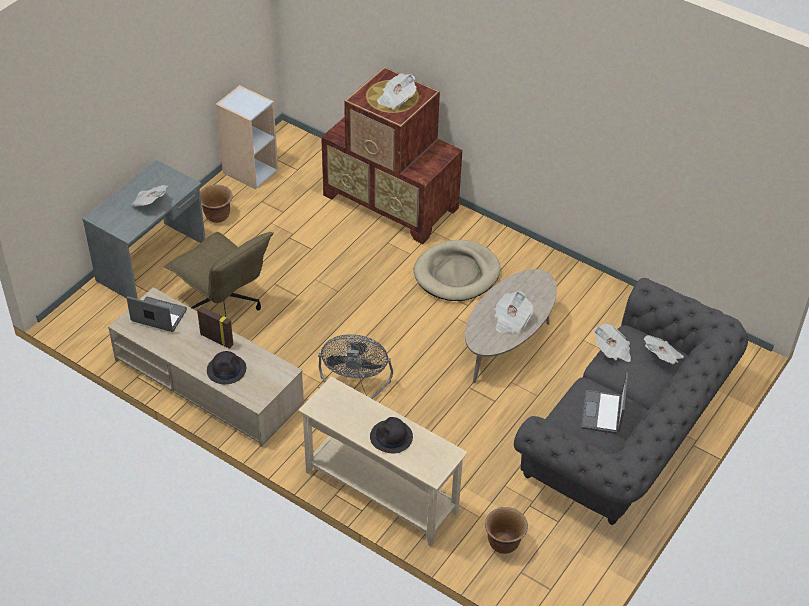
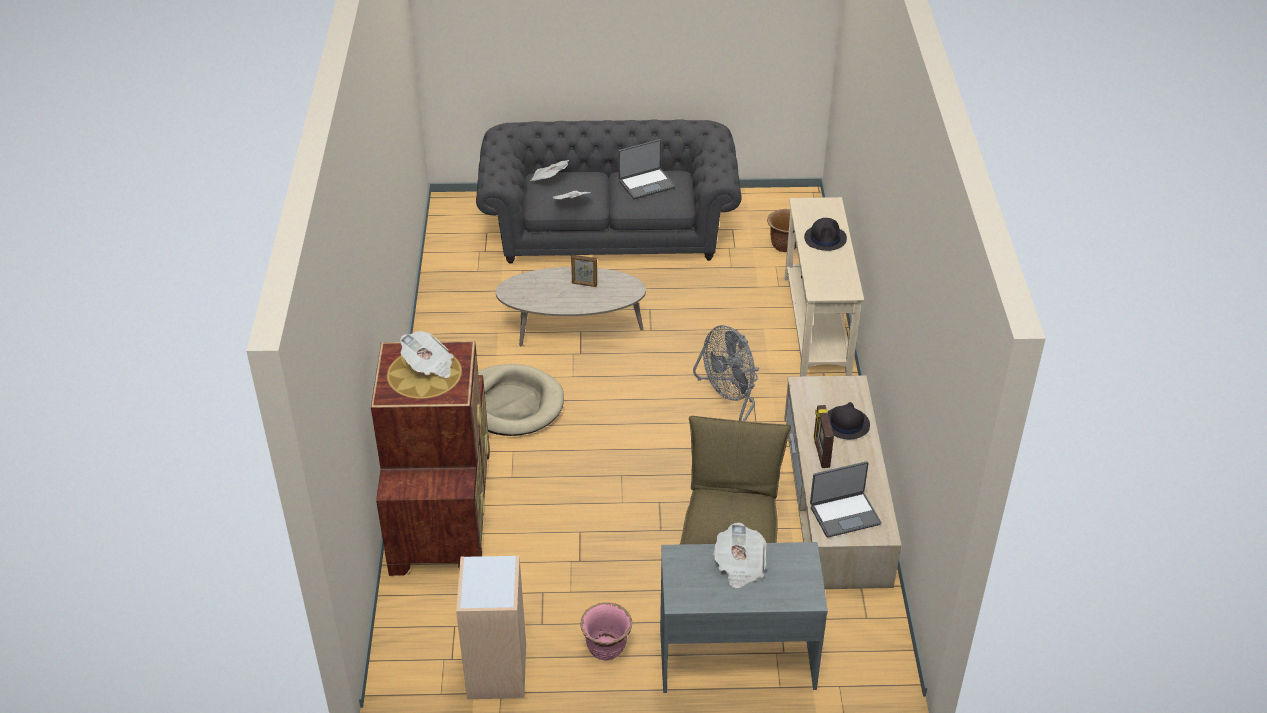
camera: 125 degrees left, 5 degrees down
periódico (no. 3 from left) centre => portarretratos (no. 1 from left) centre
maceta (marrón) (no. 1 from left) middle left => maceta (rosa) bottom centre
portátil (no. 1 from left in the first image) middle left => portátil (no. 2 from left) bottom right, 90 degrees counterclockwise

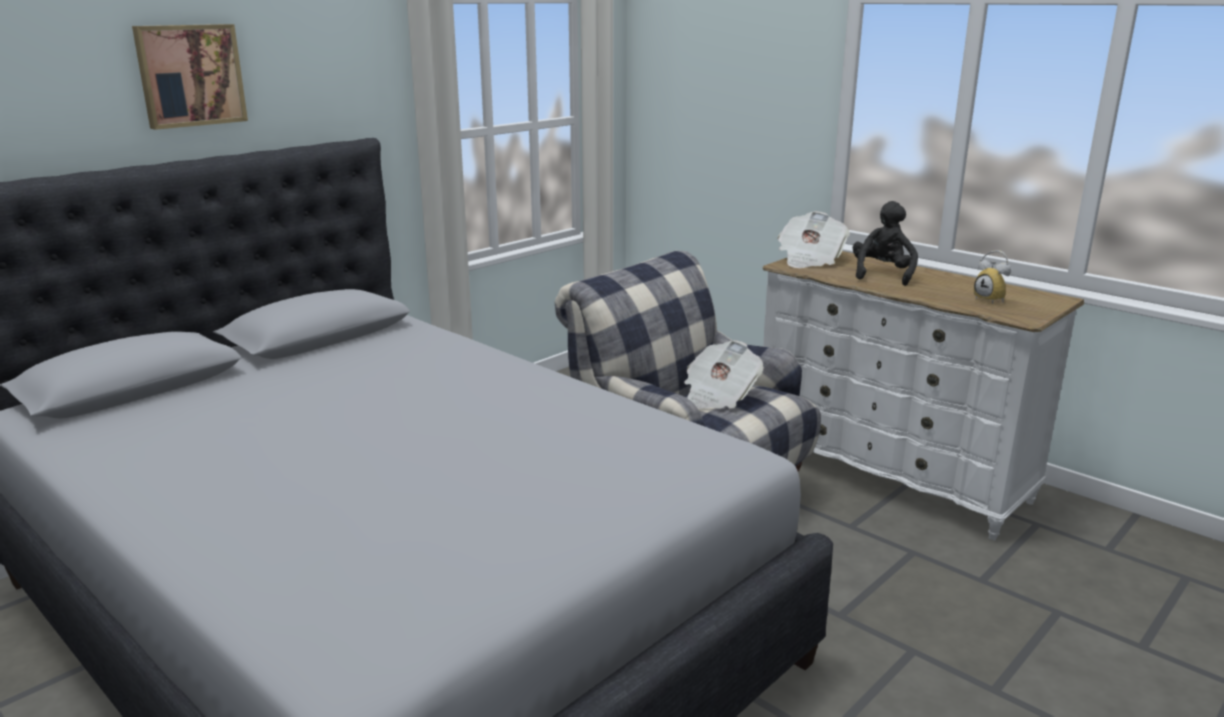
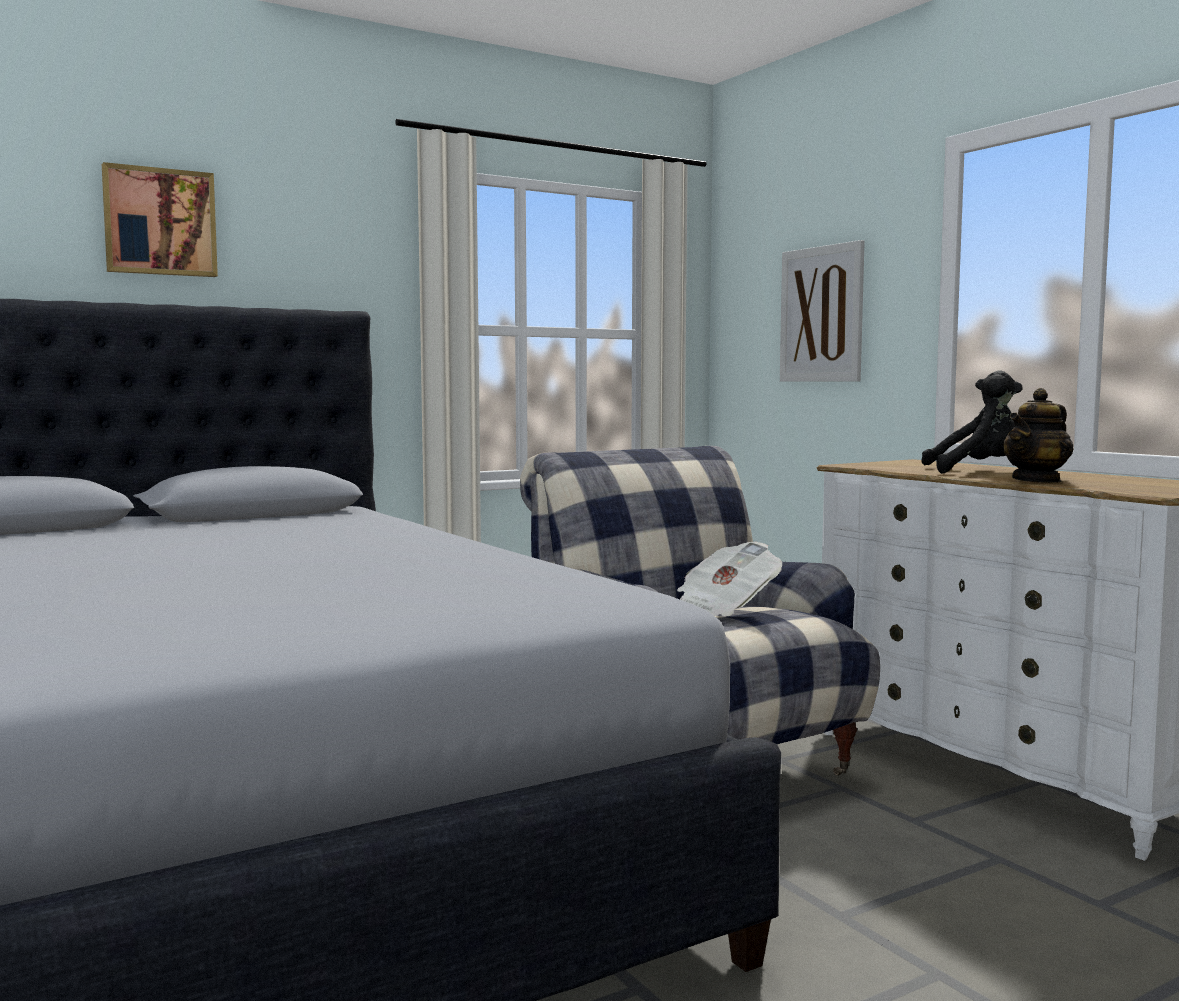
camera: 15 degrees right, 15 degrees down
nothing => cuadro (no. 2 from left) top right
peluche (negro) middle right, 60 degrees clockwise
nothing => tetera middle right
periódico (no. 2 from left) centre => nothing
despertador middle right => nothing

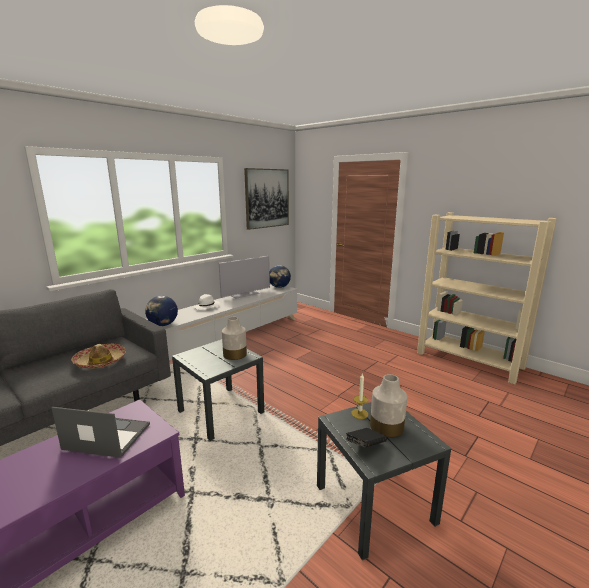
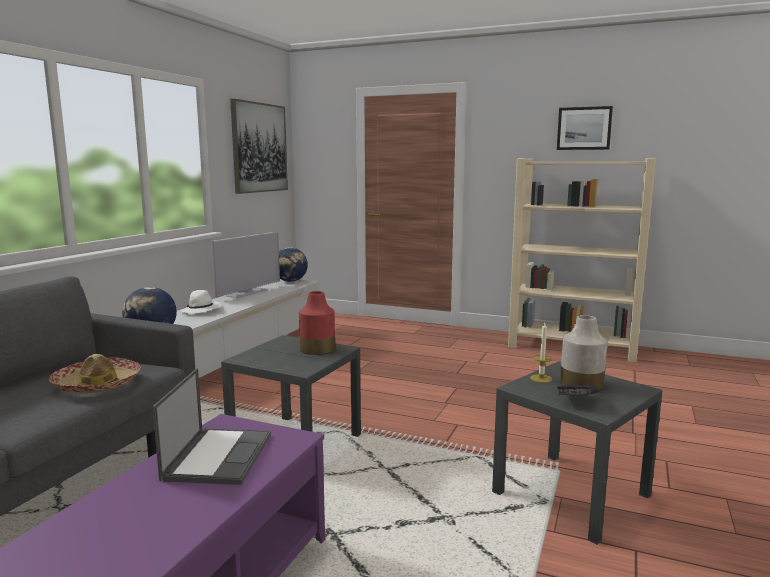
camera: 20 degrees left, 5 degrees down
portátil bottom left, 105 degrees clockwise
florero (beis) (no. 1 from left) centre => florero (rojo) centre
nothing => cuadro (no. 2 from left) top right

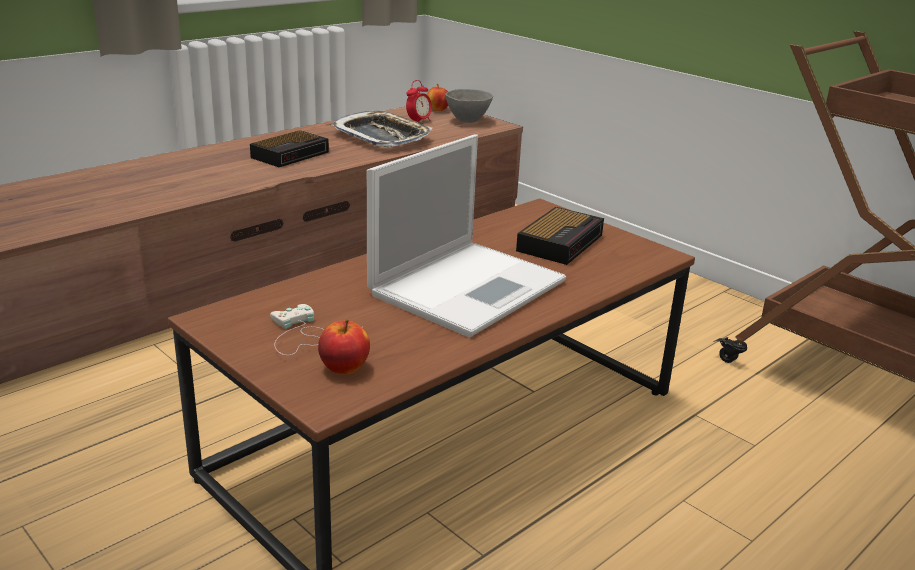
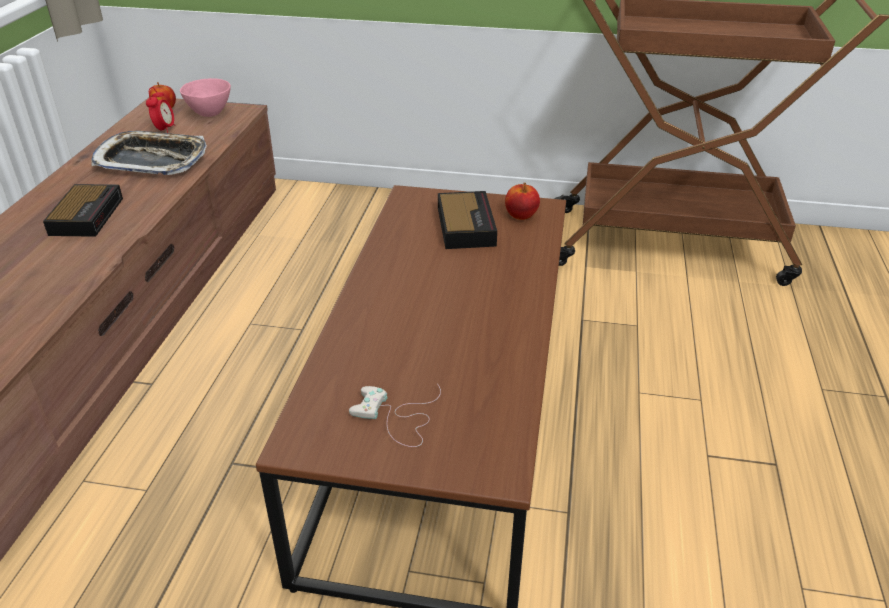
camera: 35 degrees left, 10 degrees up
cuenco (gris) top centre => cuenco (rosa) top left
manzana (no. 1 from left in the first image) centre => manzana (no. 2 from left) top centre, relocated
portátil centre => nothing

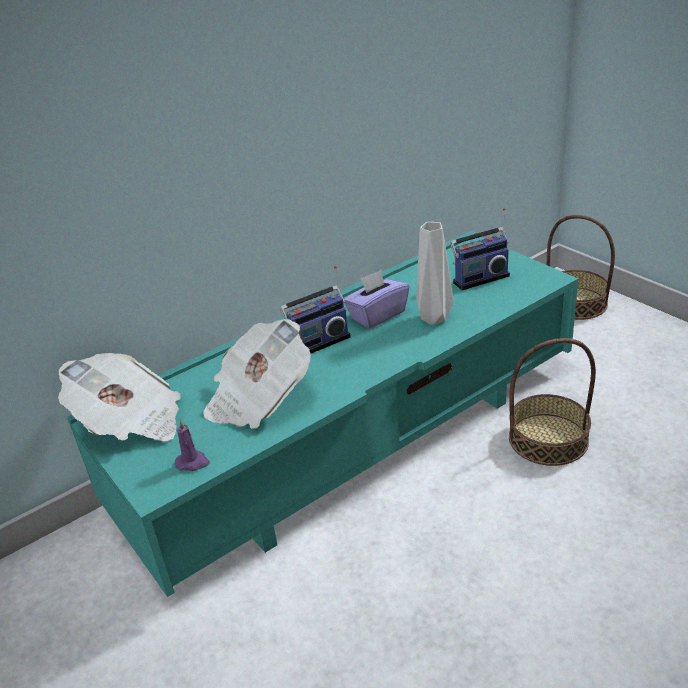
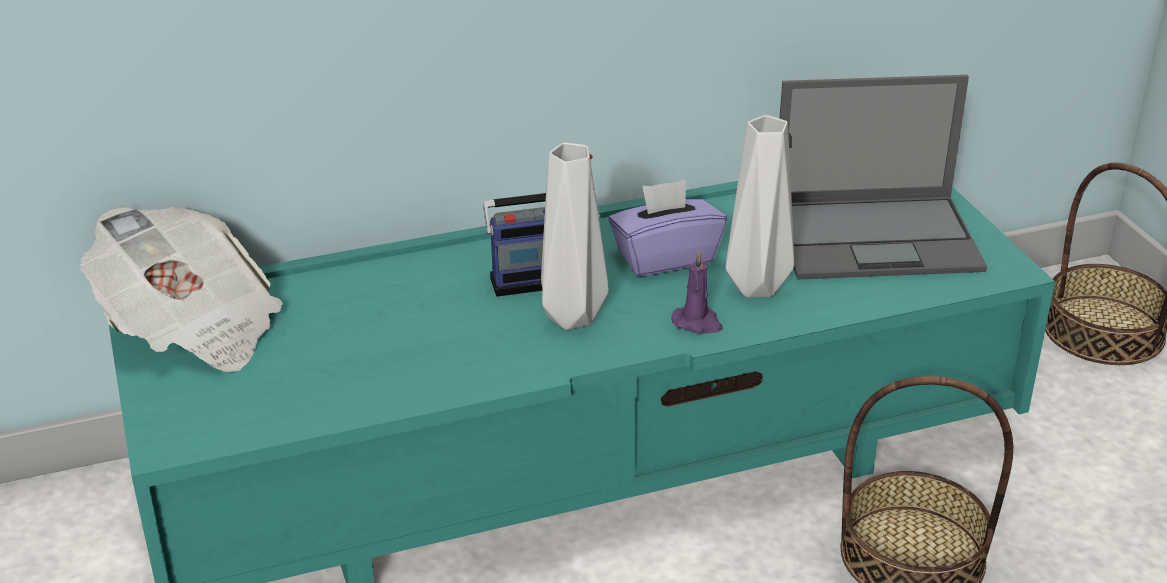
camera: 15 degrees right, 0 degrees up
nothing => florero (gris) (no. 1 from left) centre
vela (morado) middle left => vela (morado) centre, relocated
radio (no. 2 from left) middle right => portátil top right
periódico (no. 2 from left) centre => nothing

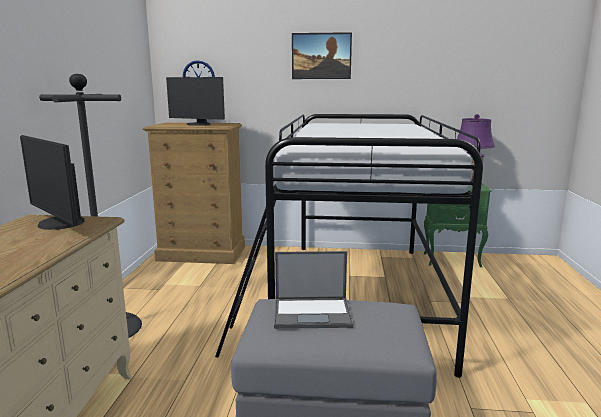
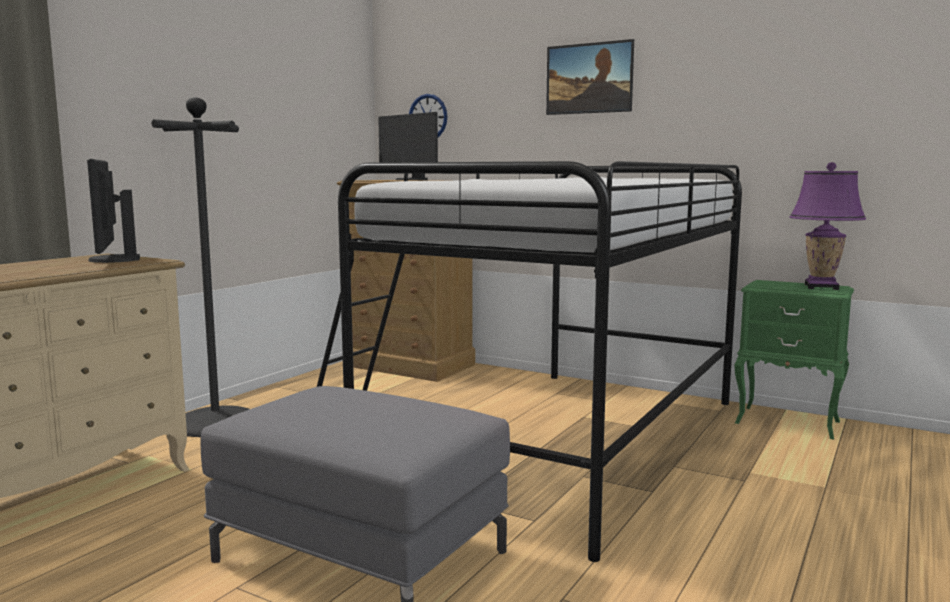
camera: 25 degrees right, 5 degrees down
portátil bottom centre => nothing

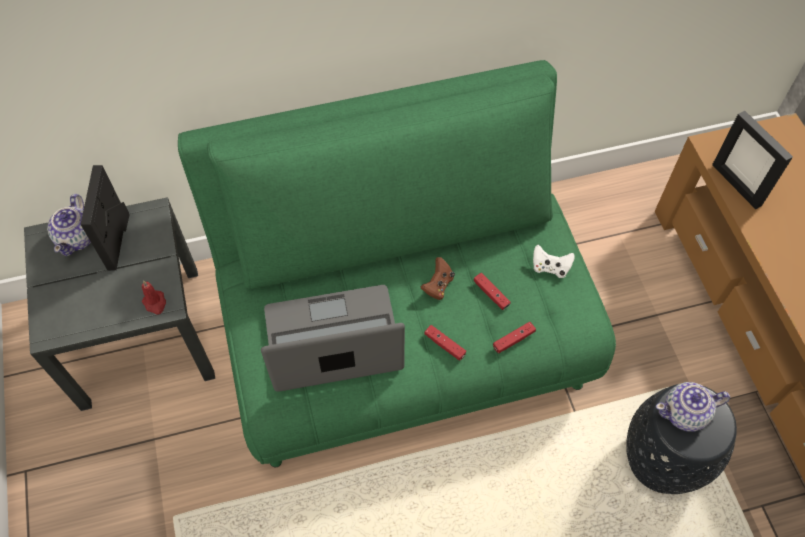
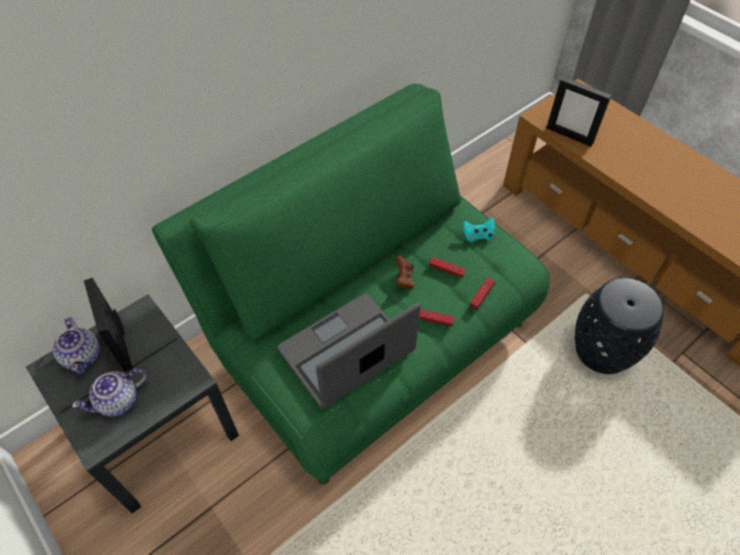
camera: 25 degrees left, 5 degrees down
tetera (no. 2 from left) bottom right => tetera (no. 2 from left) bottom left, relocated
mando de consola (blanco) middle right => mando de consola (turquesa) centre
vela (rojo) middle left => nothing

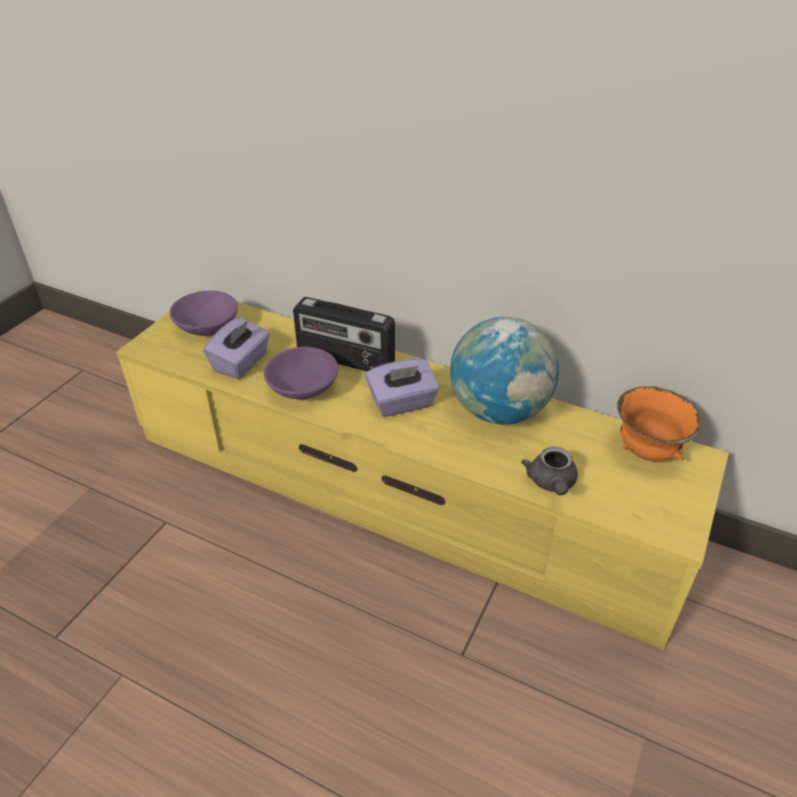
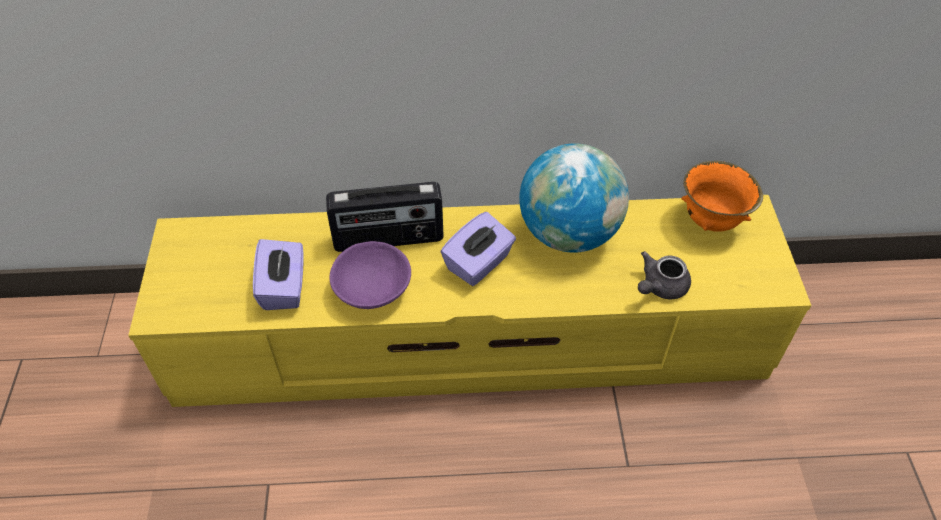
camera: 30 degrees left, 10 degrees up
tetera (gris) middle right, 75 degrees clockwise
cuenco (morado) (no. 1 from left) middle left => nothing

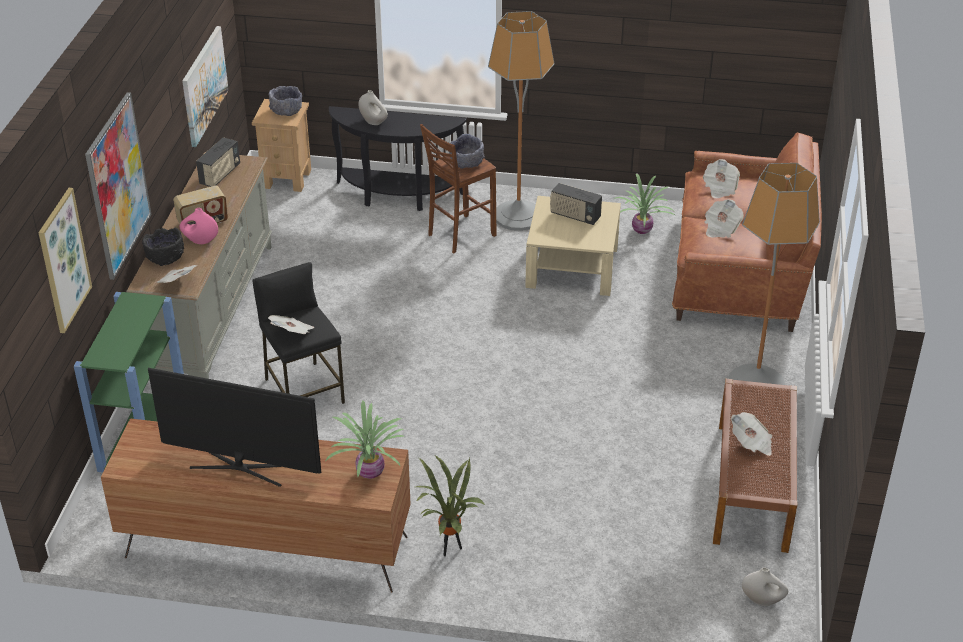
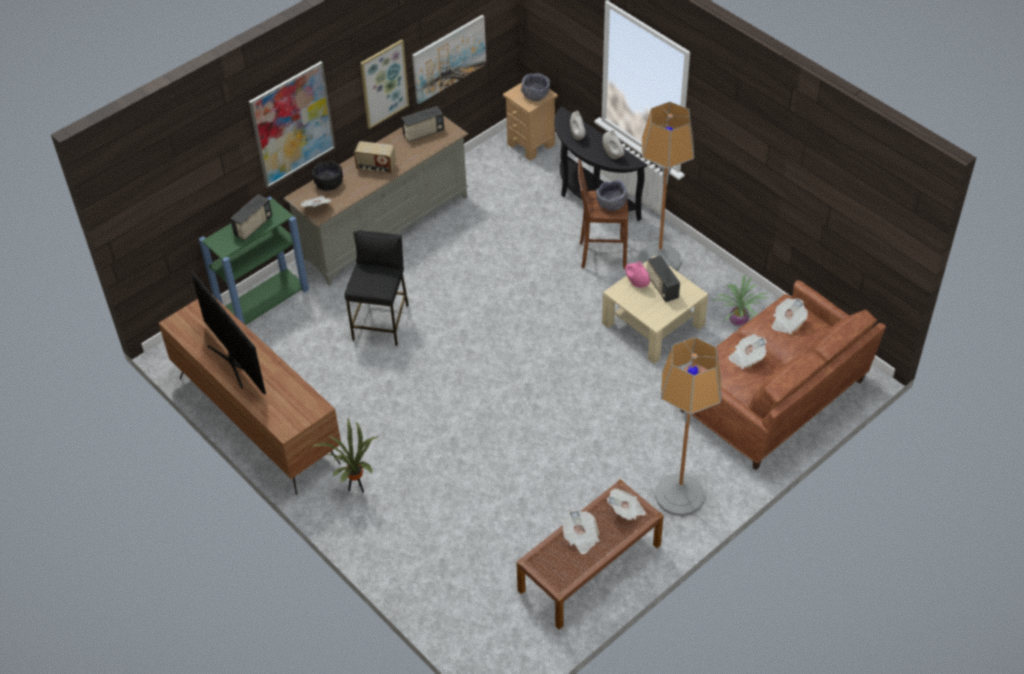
camera: 40 degrees right, 10 degrees up
nothing => radio (no. 1 from left) top left
cuadro (no. 1 from left in the first image) middle left => cuadro (no. 2 from left) top centre, relocated
florero (blanco) (no. 2 from left) bottom right => florero (blanco) (no. 2 from left) top centre, relocated
periódico (no. 2 from left in the first image) middle left => periódico (no. 3 from left) bottom centre, relocated
florero (rosa) middle left => florero (rosa) centre, relocated
planta en maceta (no. 1 from left) bottom centre => nothing

